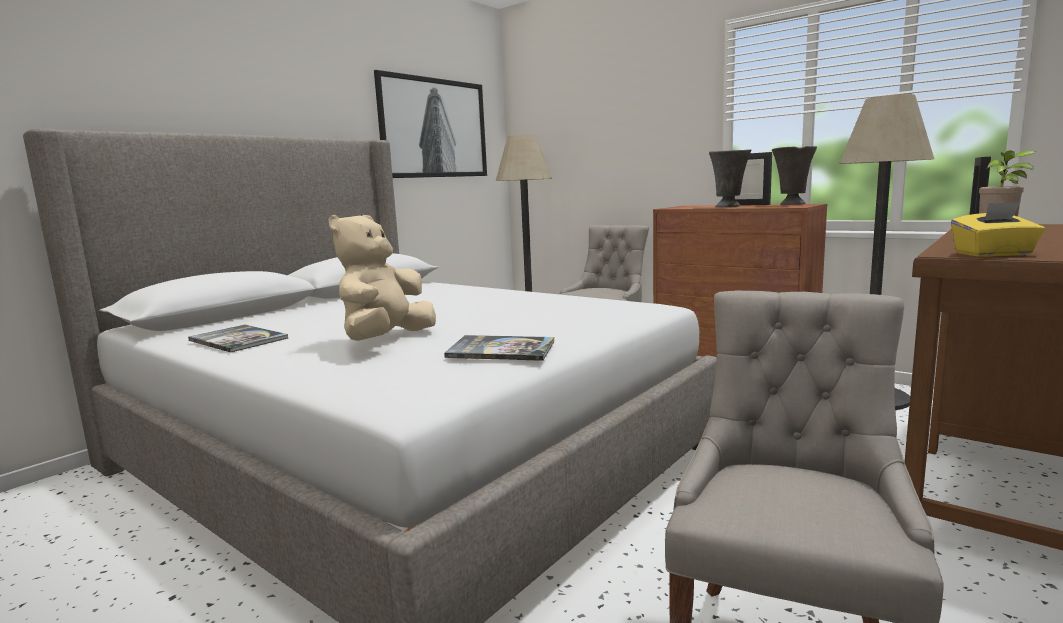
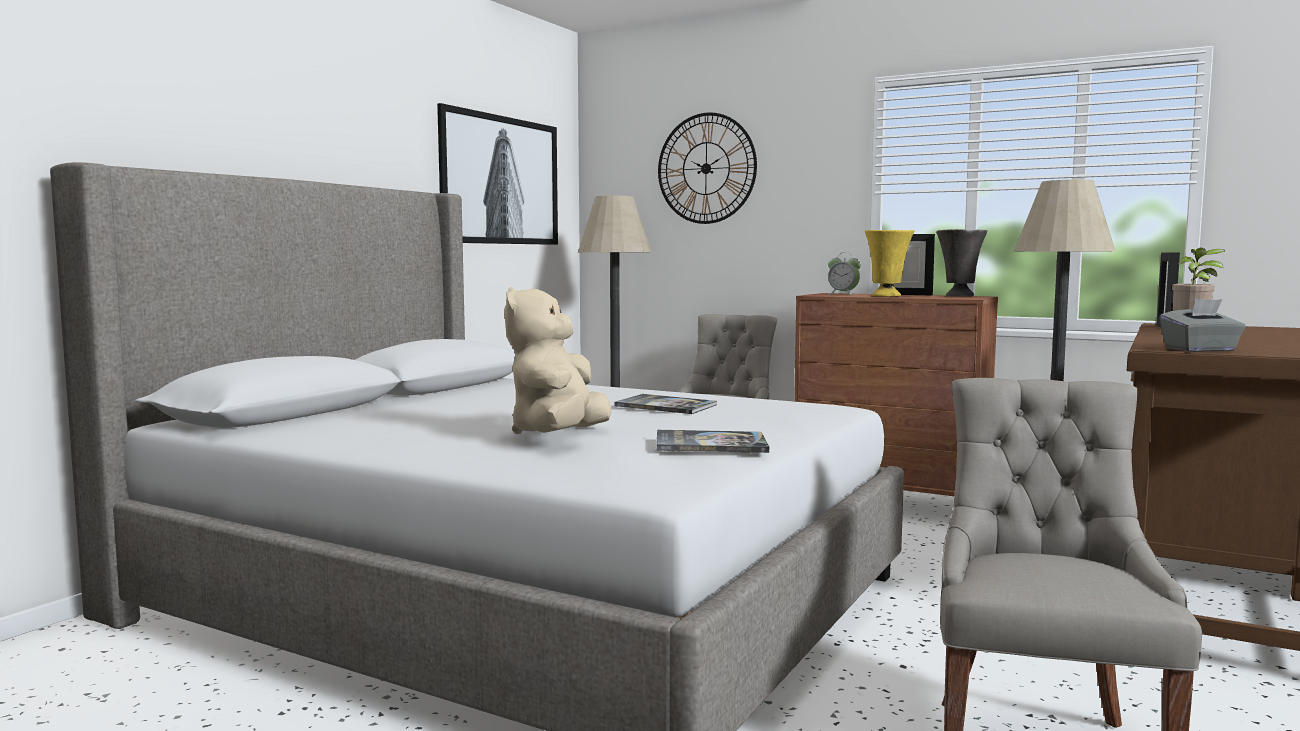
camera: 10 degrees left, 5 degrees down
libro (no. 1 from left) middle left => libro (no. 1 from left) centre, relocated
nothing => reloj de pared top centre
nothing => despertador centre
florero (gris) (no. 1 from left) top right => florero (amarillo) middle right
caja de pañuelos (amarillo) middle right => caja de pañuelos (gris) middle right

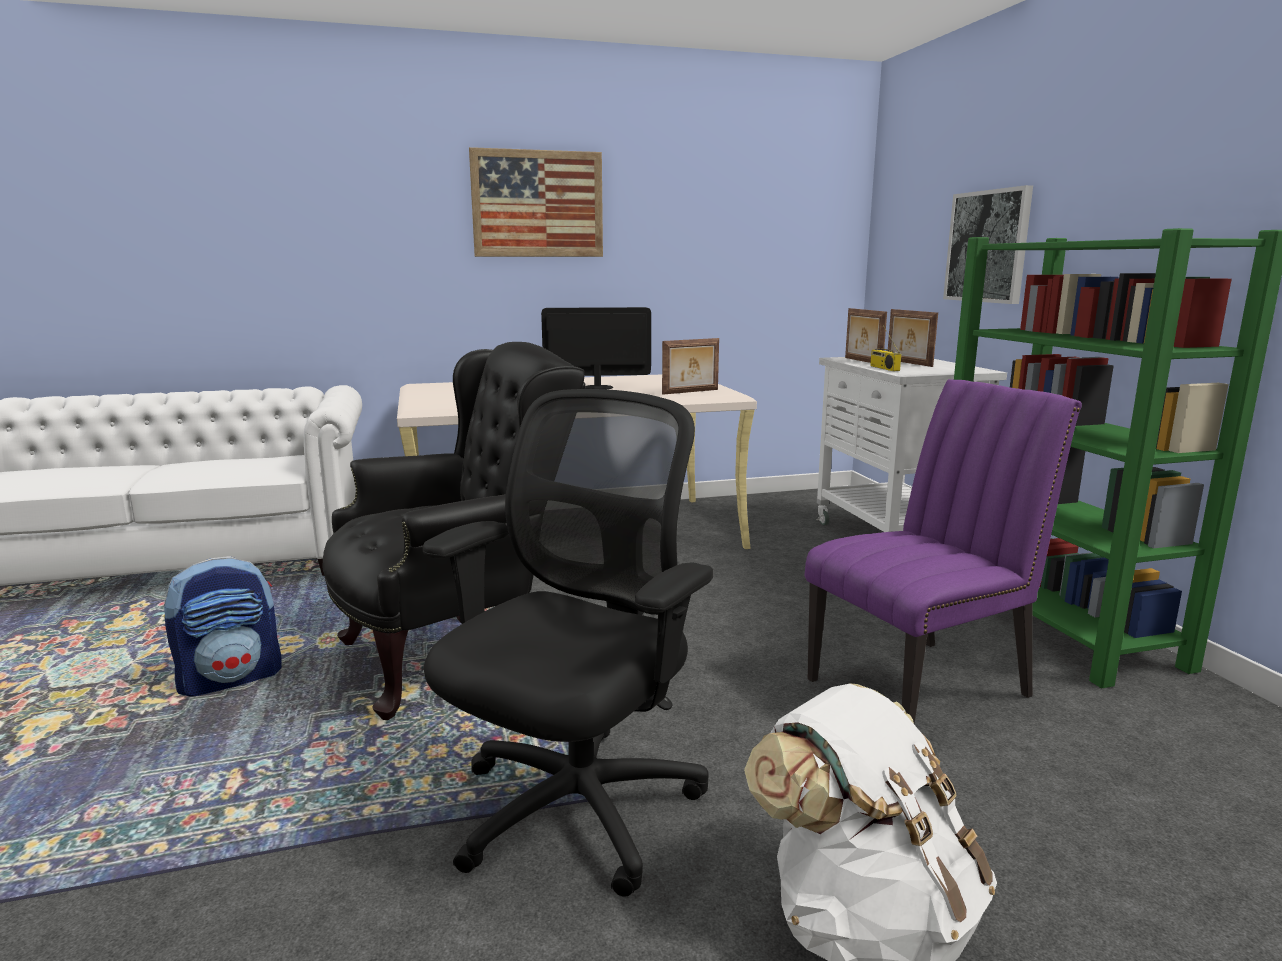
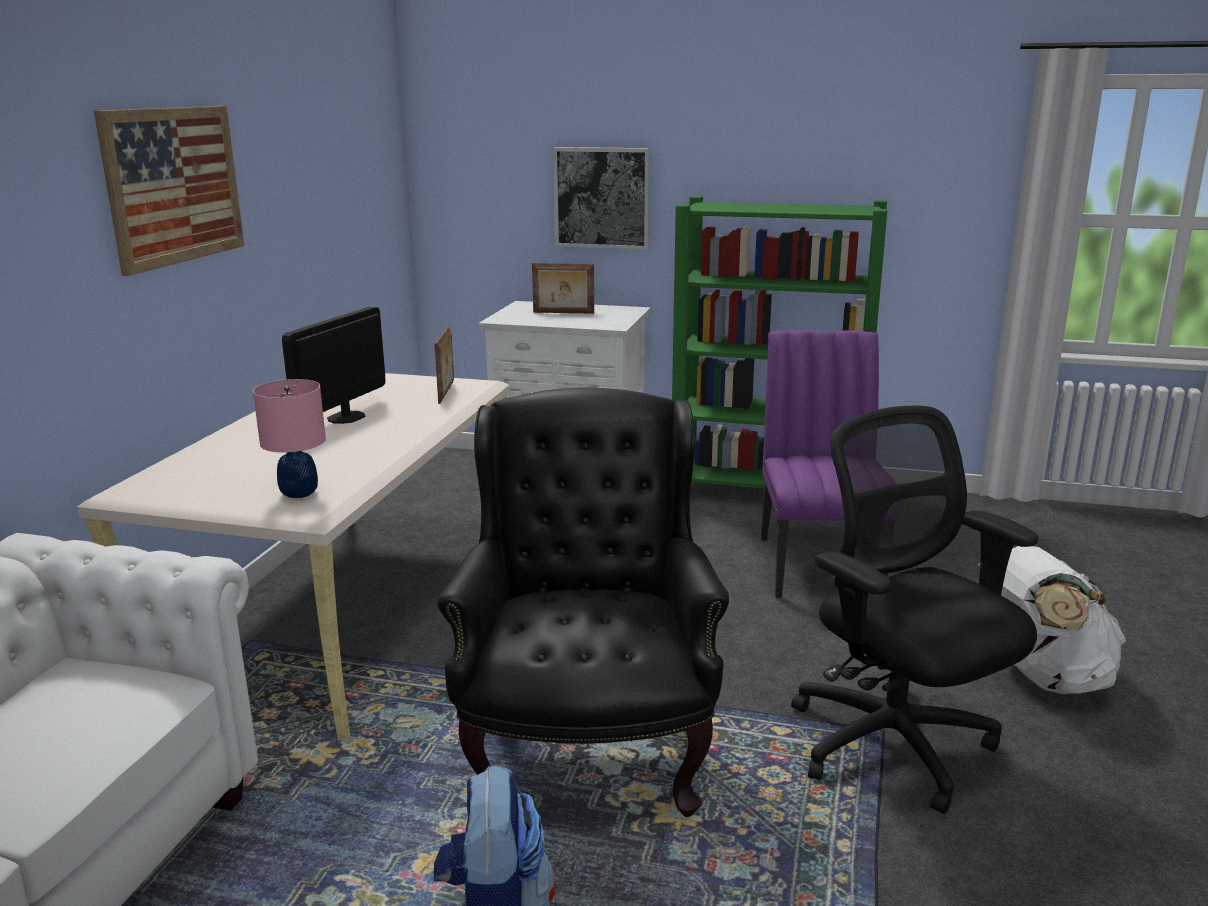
camera: 60 degrees left, 5 degrees up
nothing => lámpara de mesa (rosa) middle left
portarretratos (no. 2 from left) middle right => nothing
radio middle right => nothing

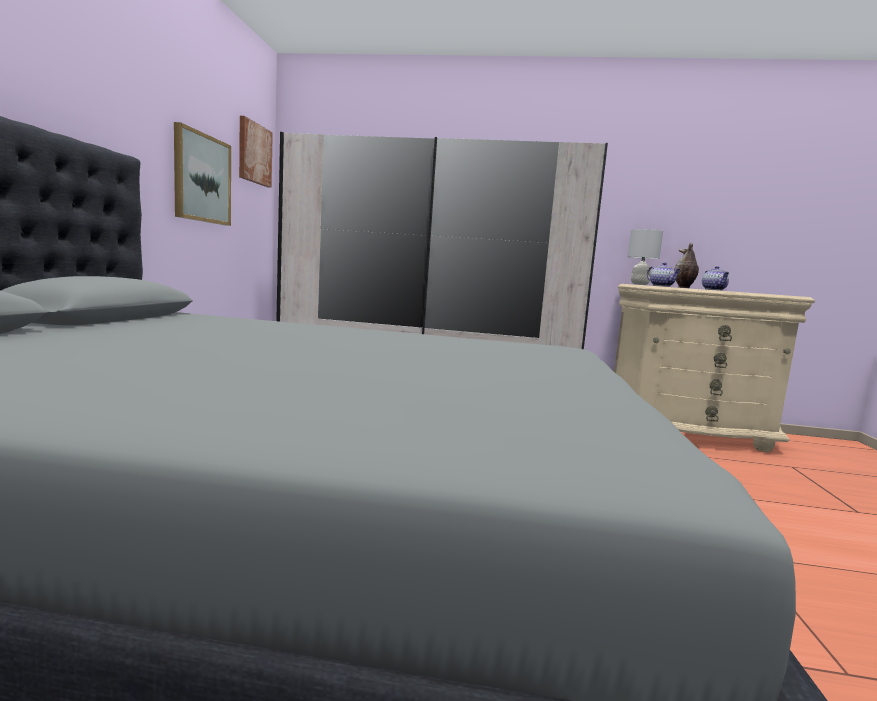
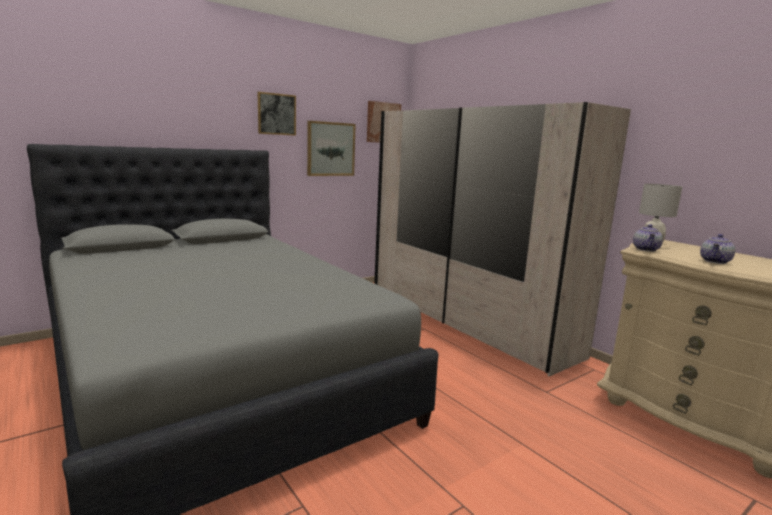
camera: 45 degrees right, 5 degrees up
nothing => cuadro (no. 1 from left) top centre
florero middle right => nothing

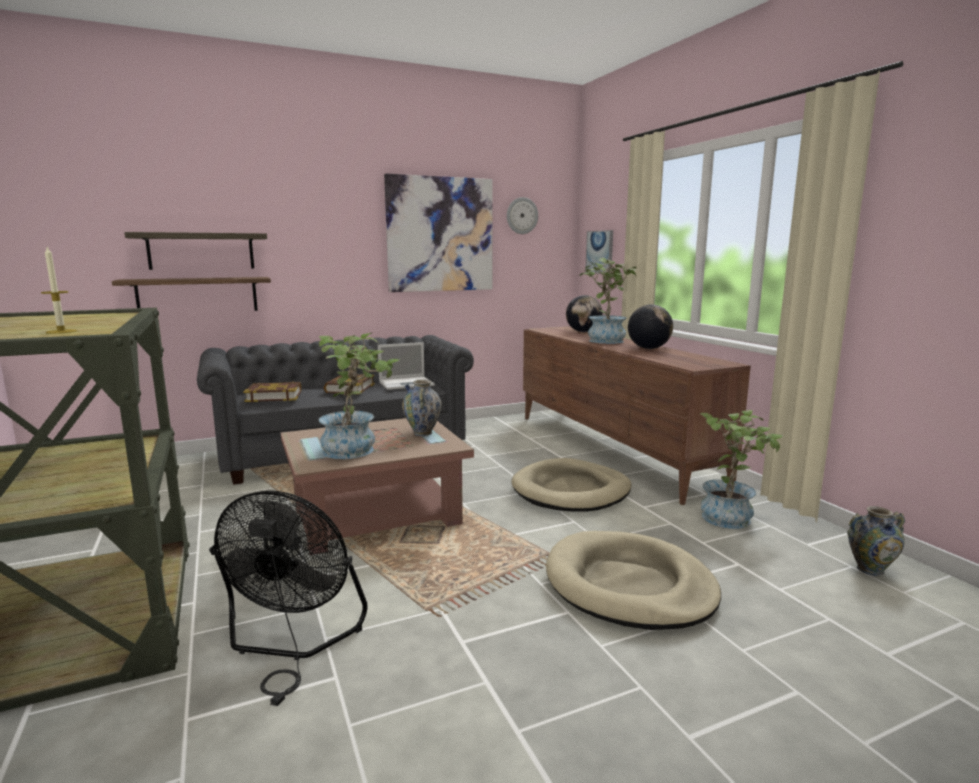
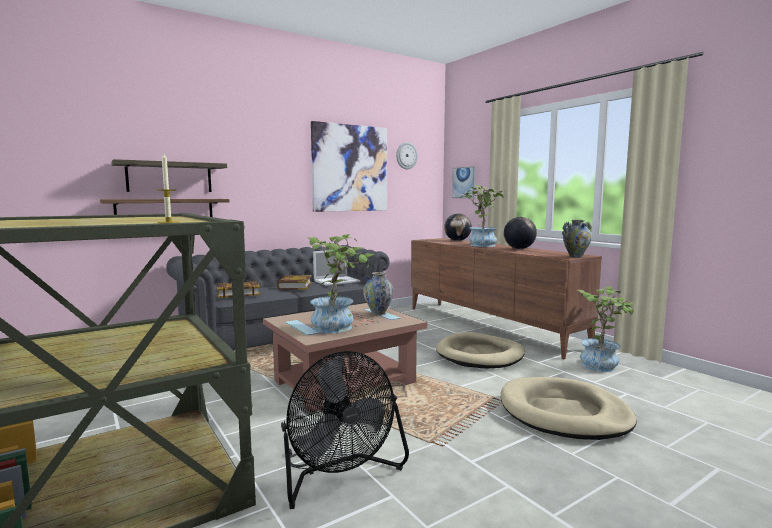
camera: 10 degrees left, 5 degrees down
ventilador (negro) bottom left => ventilador (negro) bottom centre, 150 degrees clockwise
florero (no. 2 from left) bottom right => florero (no. 2 from left) middle right, relocated

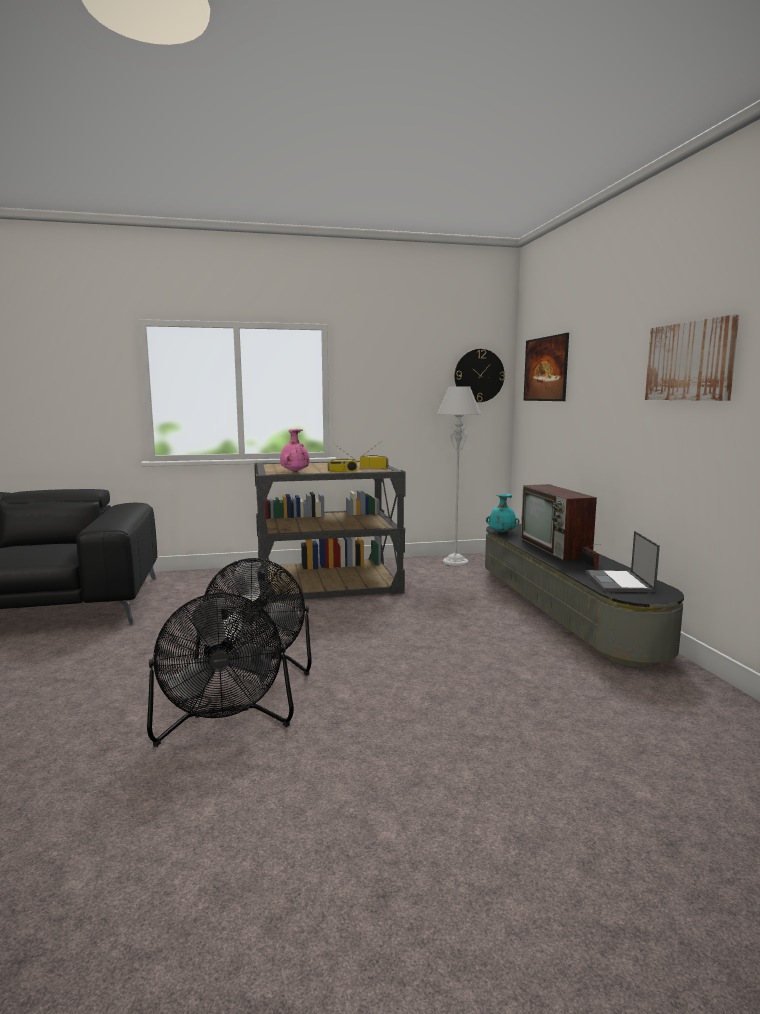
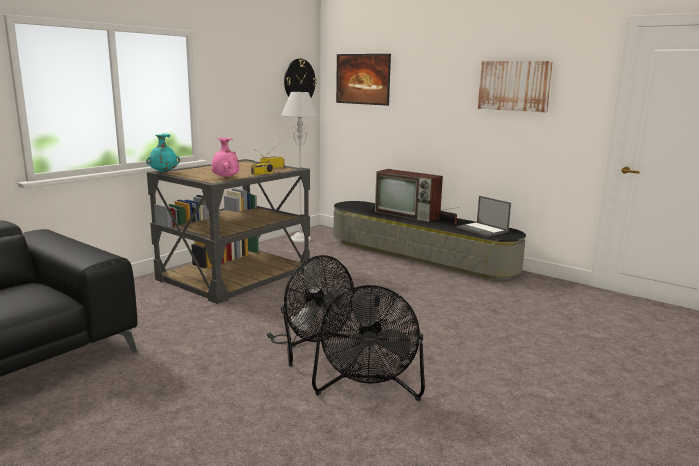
camera: 40 degrees left, 5 degrees up
florero (turquesa) centre => florero (turquesa) top left, relocated
ventilador (negro) (no. 1 from left in the first image) middle left => ventilador (negro) (no. 2 from left) bottom centre, 60 degrees clockwise

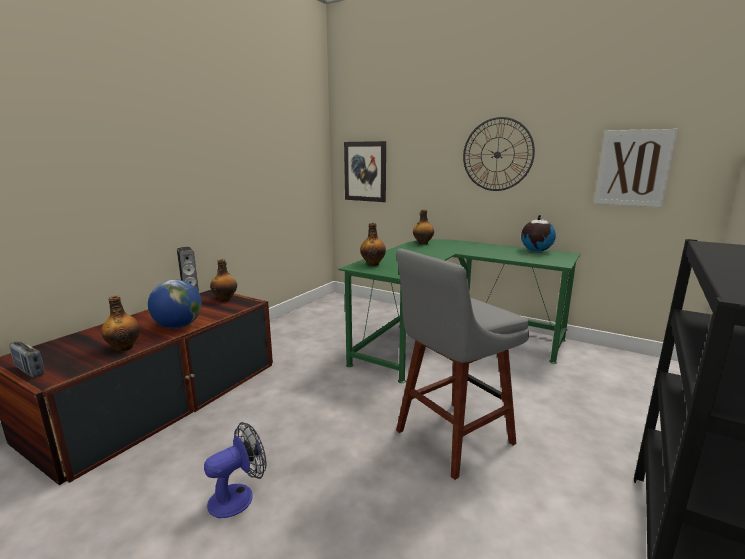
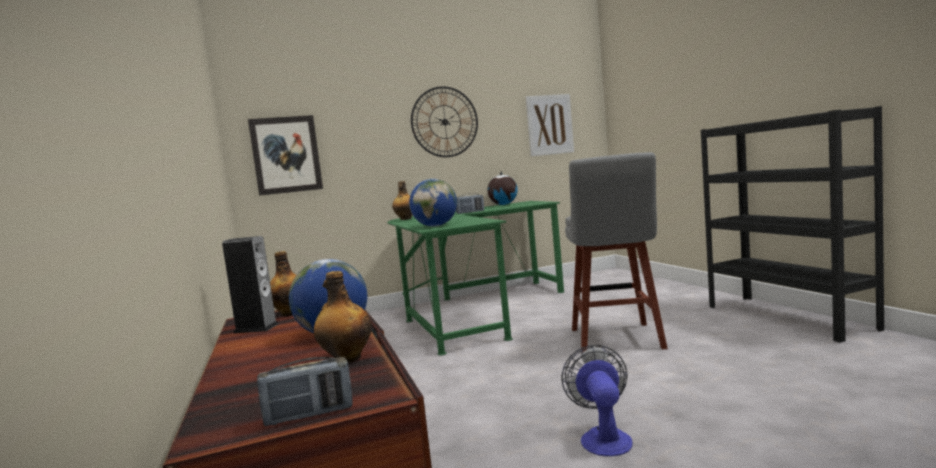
camera: 50 degrees left, 10 degrees down
botella (no. 3 from left) centre => globo terráqueo (no. 2 from left) centre
nothing => radio (no. 2 from left) centre

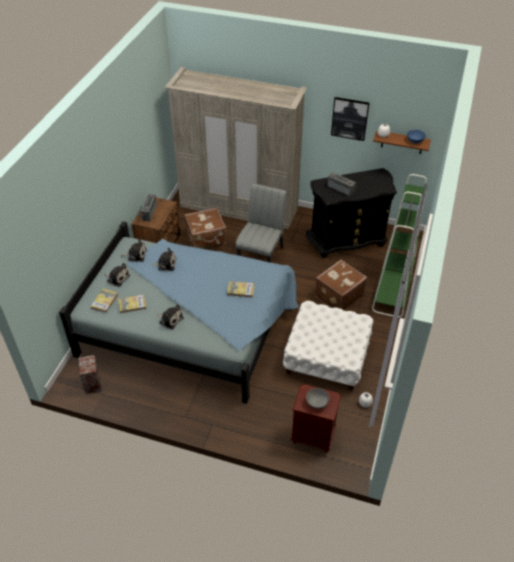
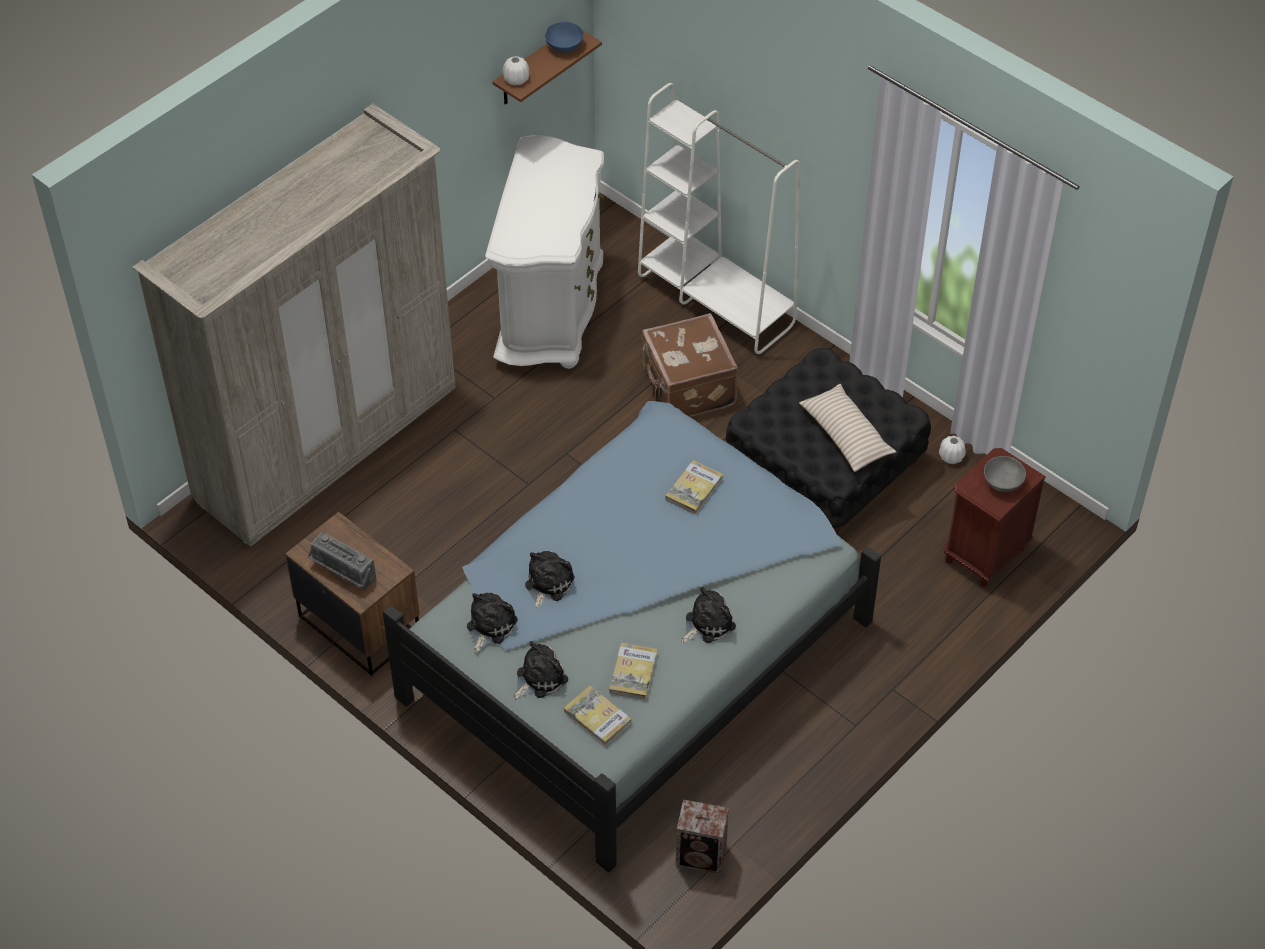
camera: 65 degrees left, 5 degrees up
cómoda (negro) middle right => cómoda (blanco) top centre
perchero (verde) middle right => perchero (blanco) top centre
puf (blanco) centre => puf (negro) centre
nothing => cojín (beis) middle right
maleta (marrón) (no. 1 from left) centre => nothing
silla (gris) centre => nothing
radio (no. 2 from left) top centre => nothing
cuadro top right => nothing

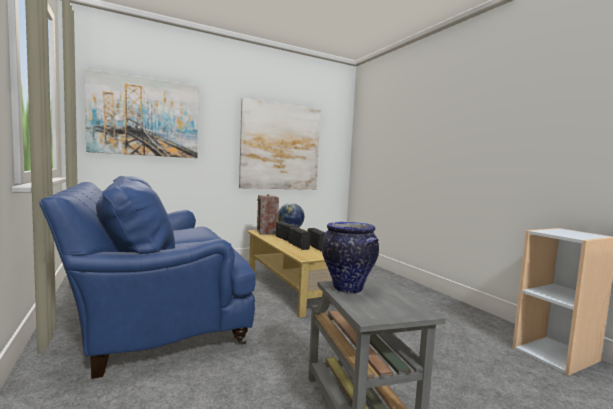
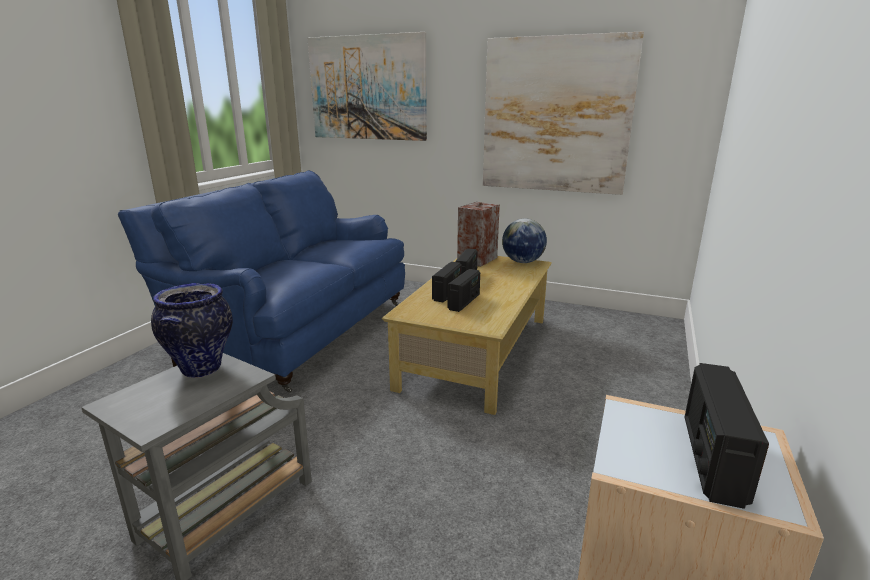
camera: 50 degrees right, 15 degrees up
nothing => radio (no. 4 from left) bottom right

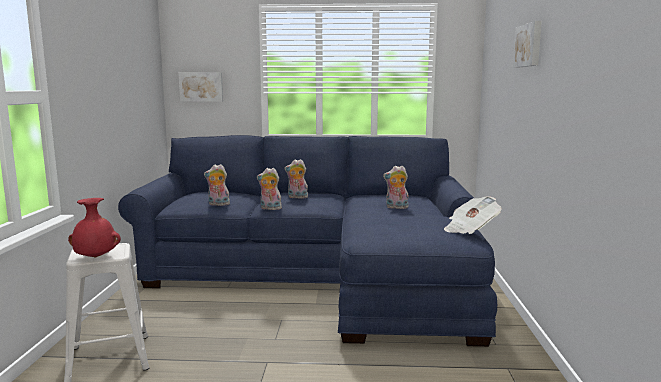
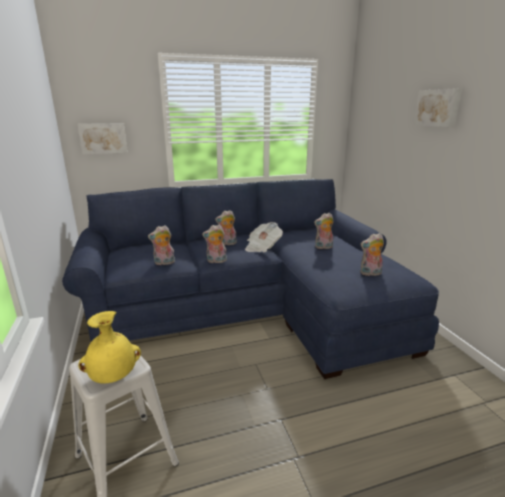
camera: 20 degrees left, 10 degrees up
florero (rojo) middle left => florero (amarillo) bottom left
periódico middle right => periódico centre, relocated
nothing => peluche (no. 5 from left) middle right

